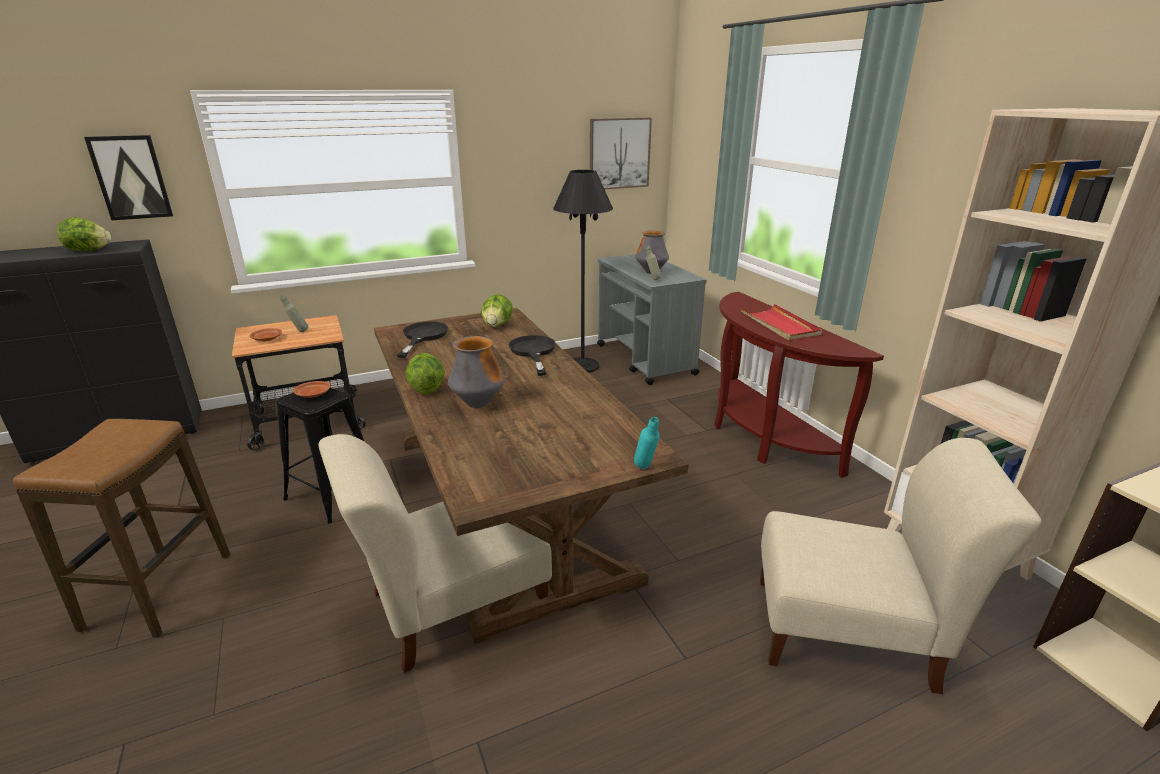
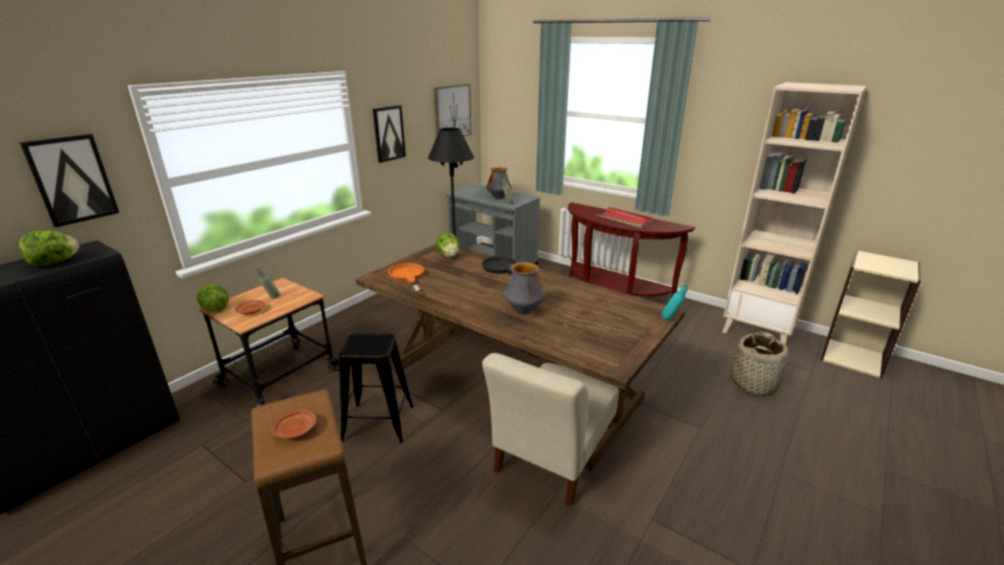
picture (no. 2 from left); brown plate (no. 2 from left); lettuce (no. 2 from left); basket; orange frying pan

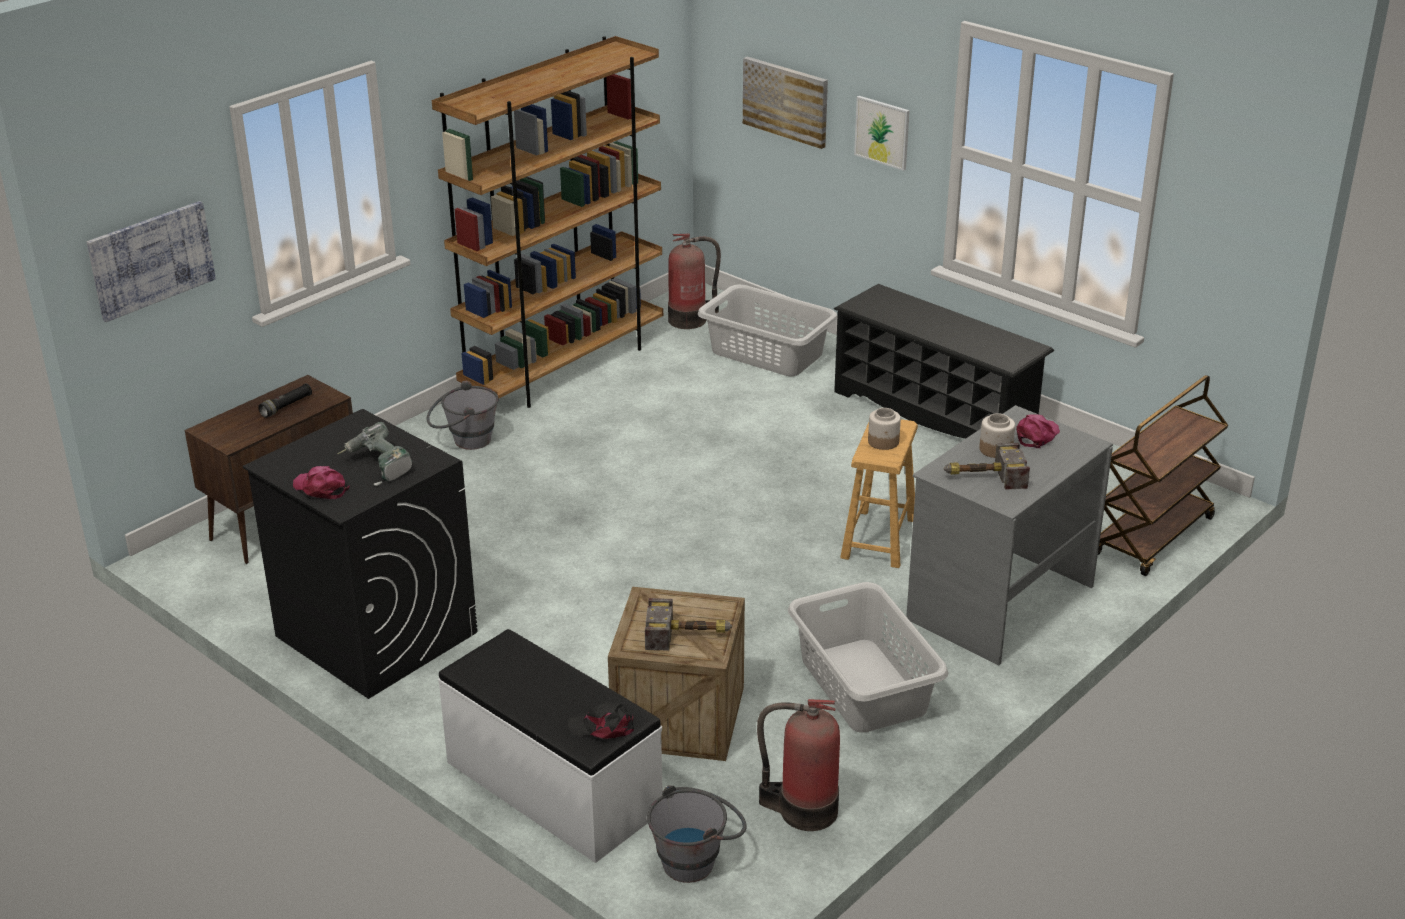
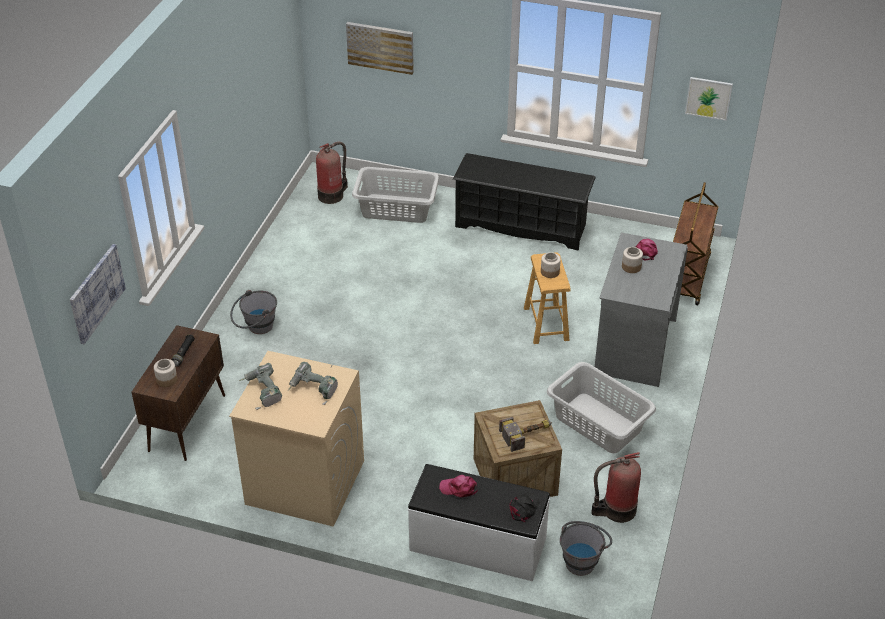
brown bookcase; hammer (no. 2 from left in the first image); jar (no. 1 from left); power drill (no. 1 from left); pink cap (no. 1 from left); picture (no. 3 from left); beige washing machine; black cap

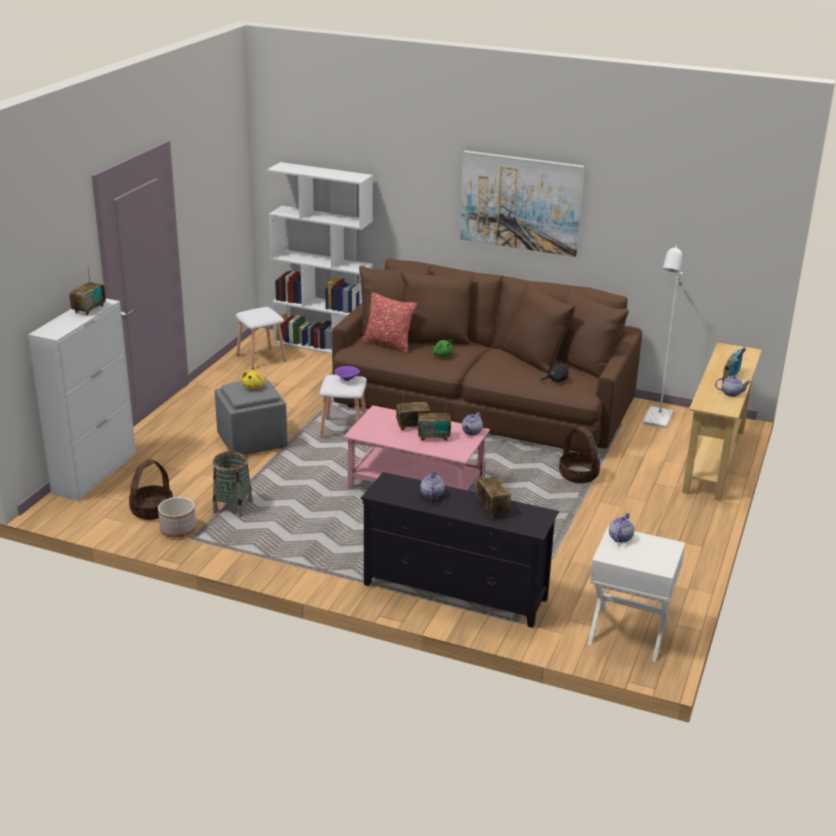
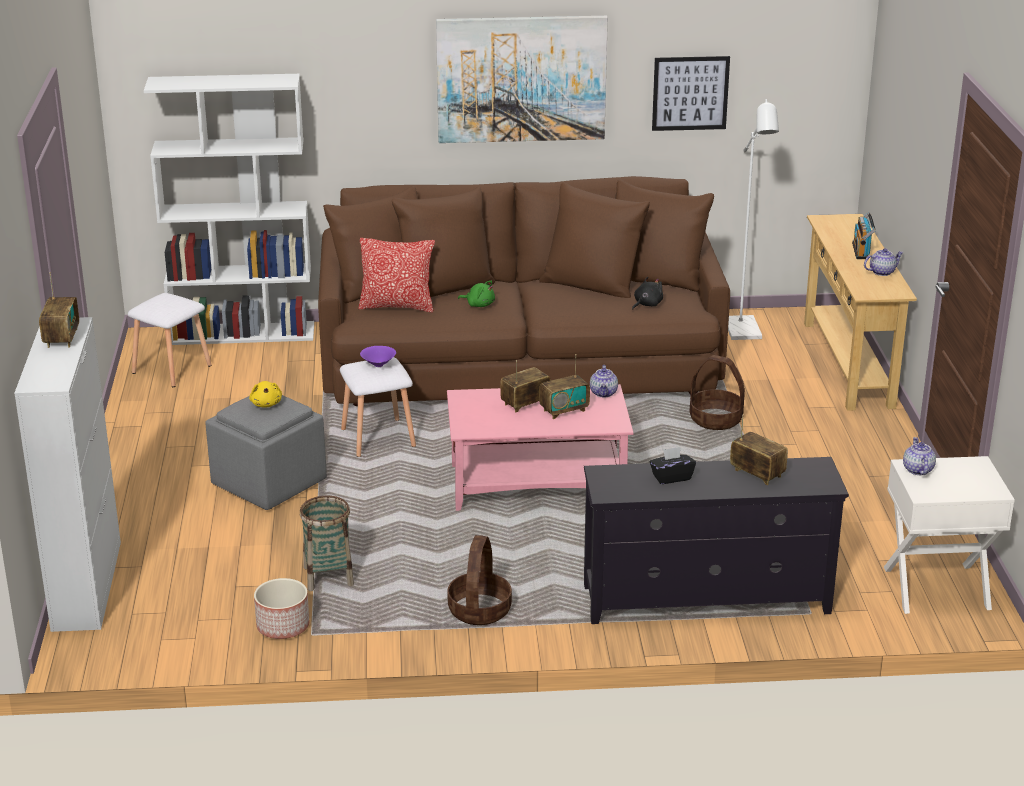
picture (no. 2 from left); basket (no. 2 from left); black tissue box

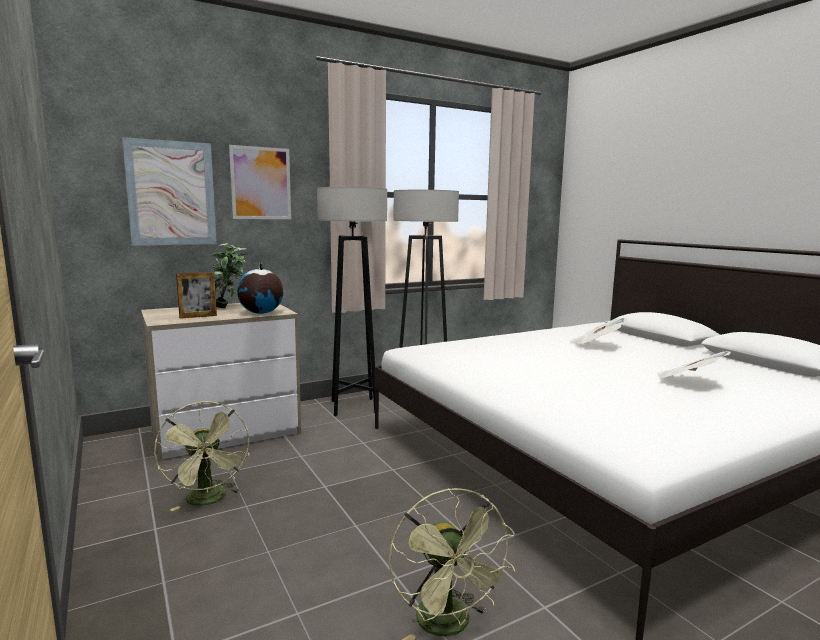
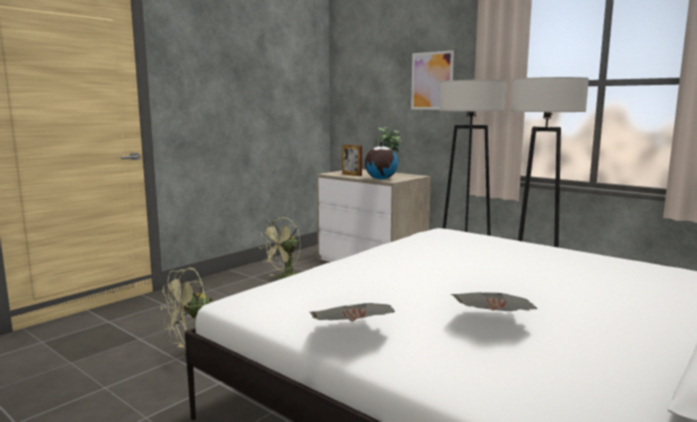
picture (no. 1 from left in the first image); newspaper (no. 1 from left)

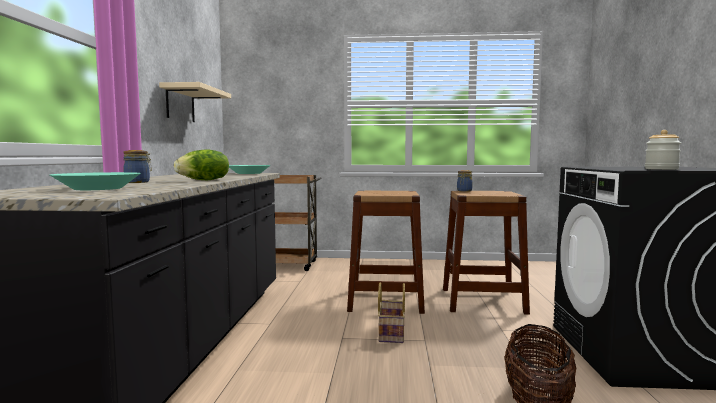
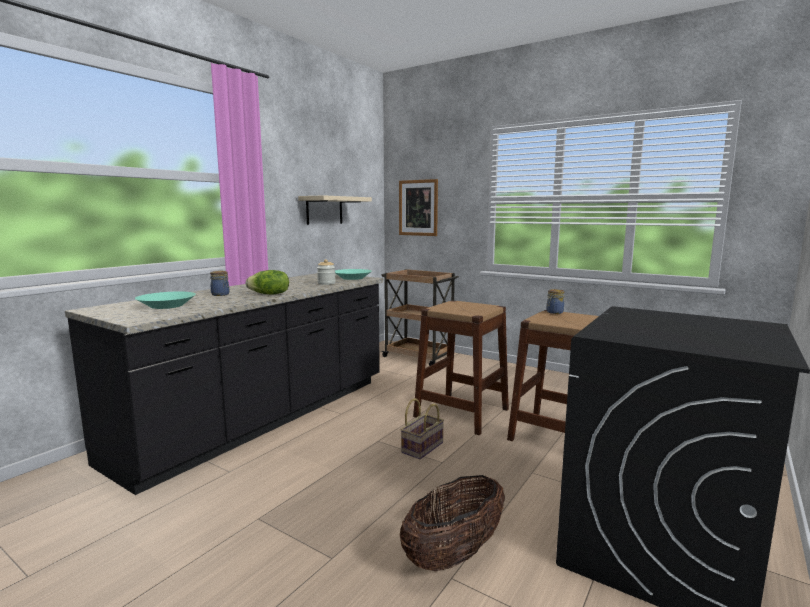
picture; jar (no. 2 from left)

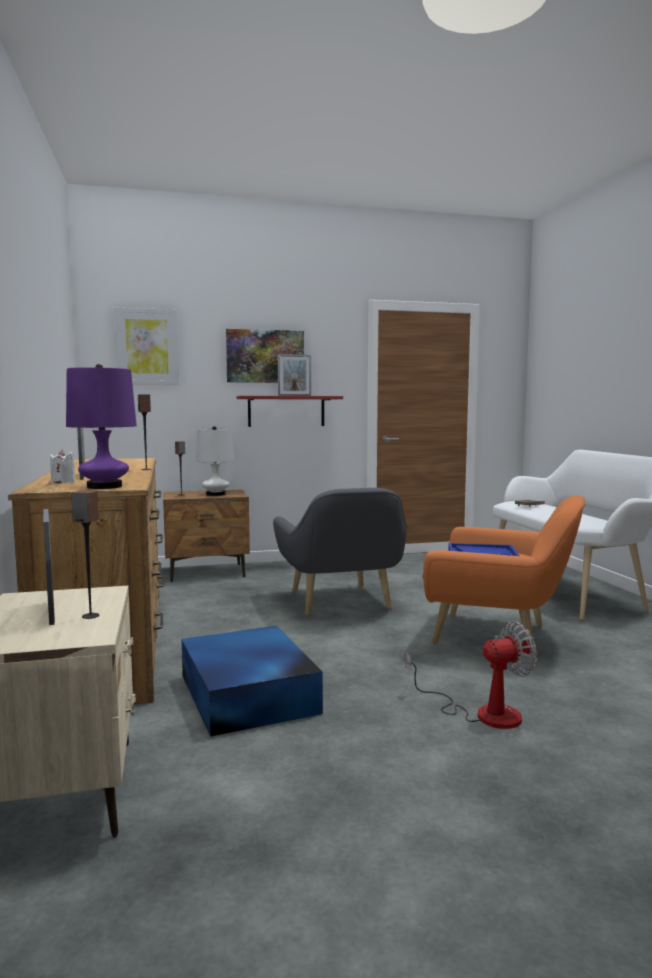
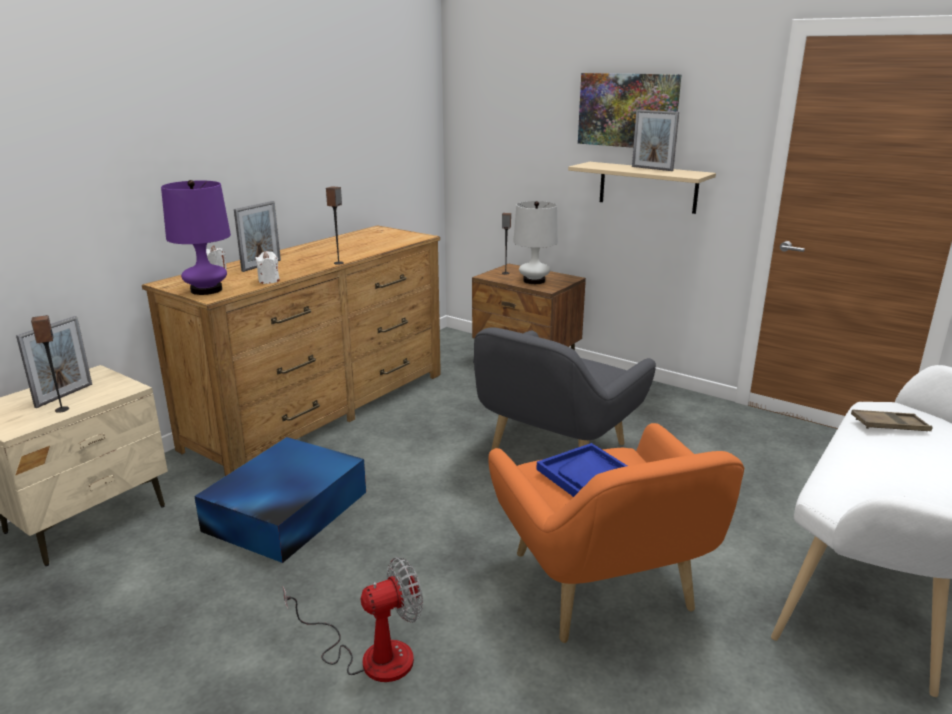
picture (no. 1 from left in the first image); white candle (no. 2 from left); beige shelf; fan

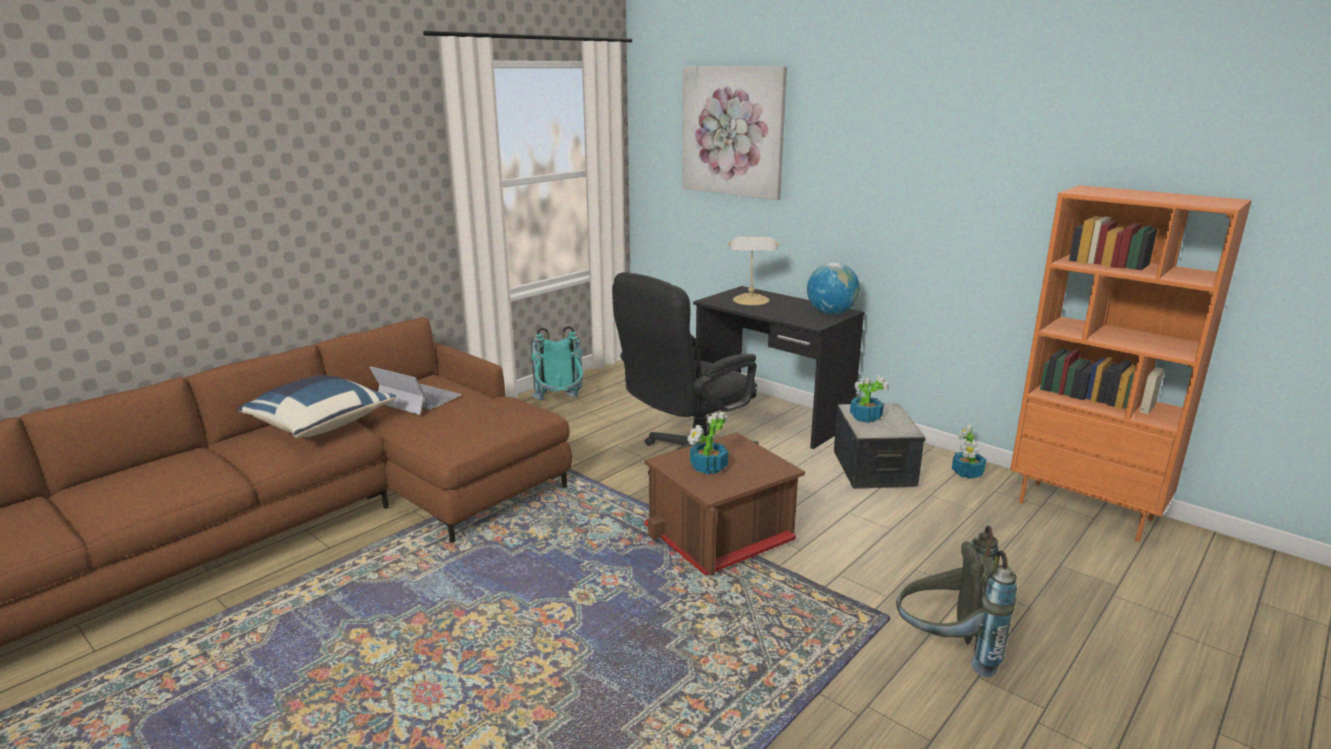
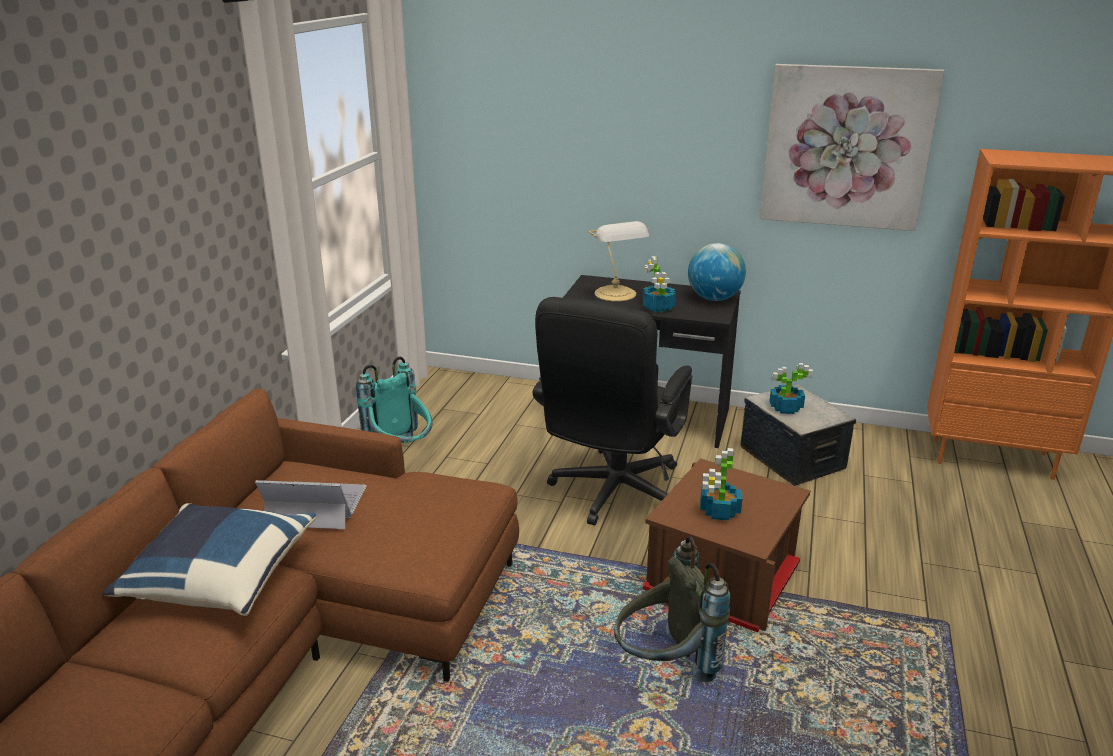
picture; grey backpack; potted plant (no. 1 from left)

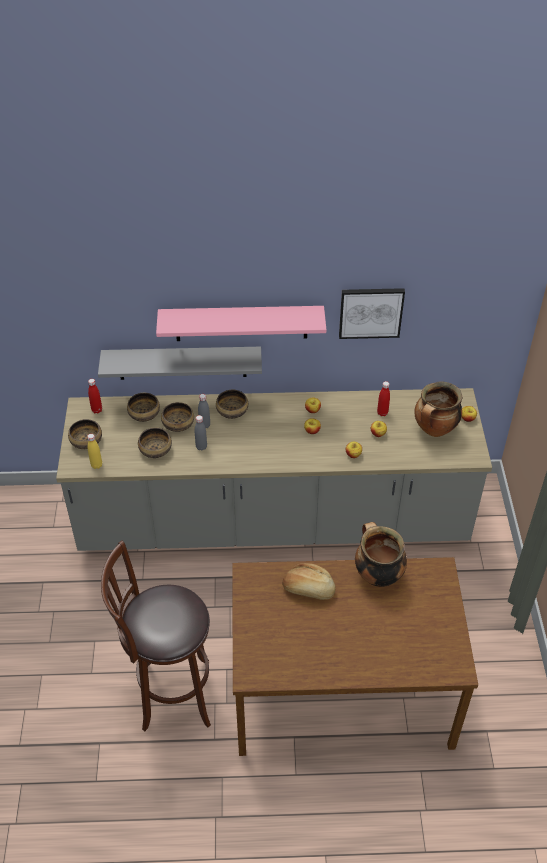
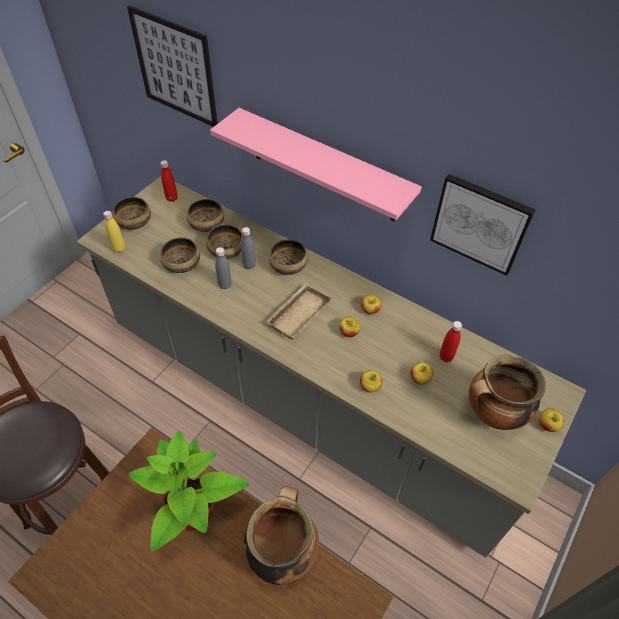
grey shelf; picture (no. 1 from left); beige tray; potted plant

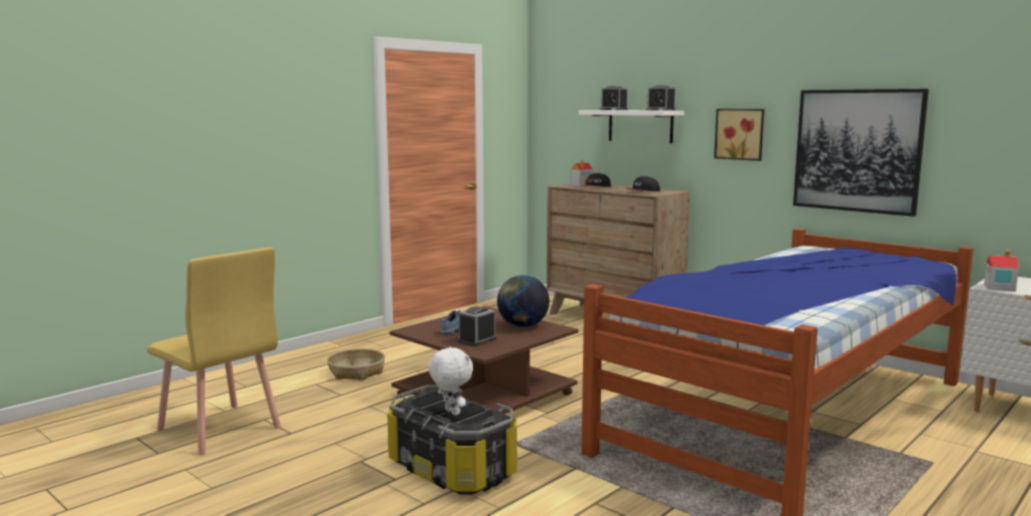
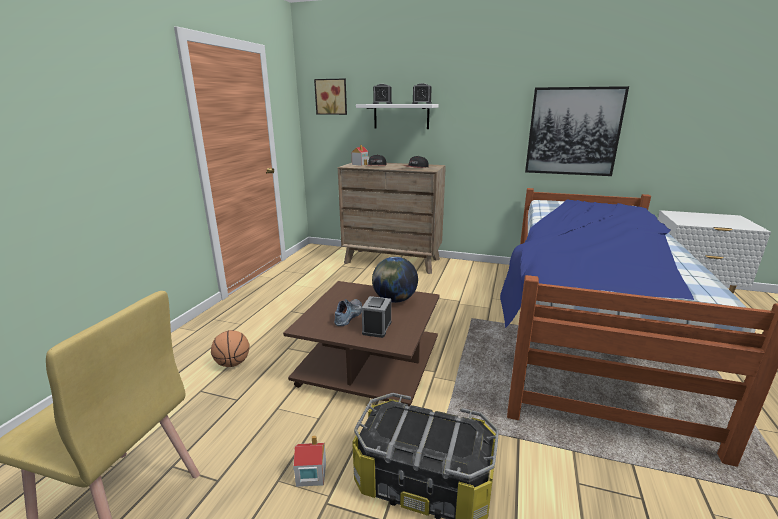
white plush toy; picture (no. 1 from left); toy house (no. 1 from left); basketball

